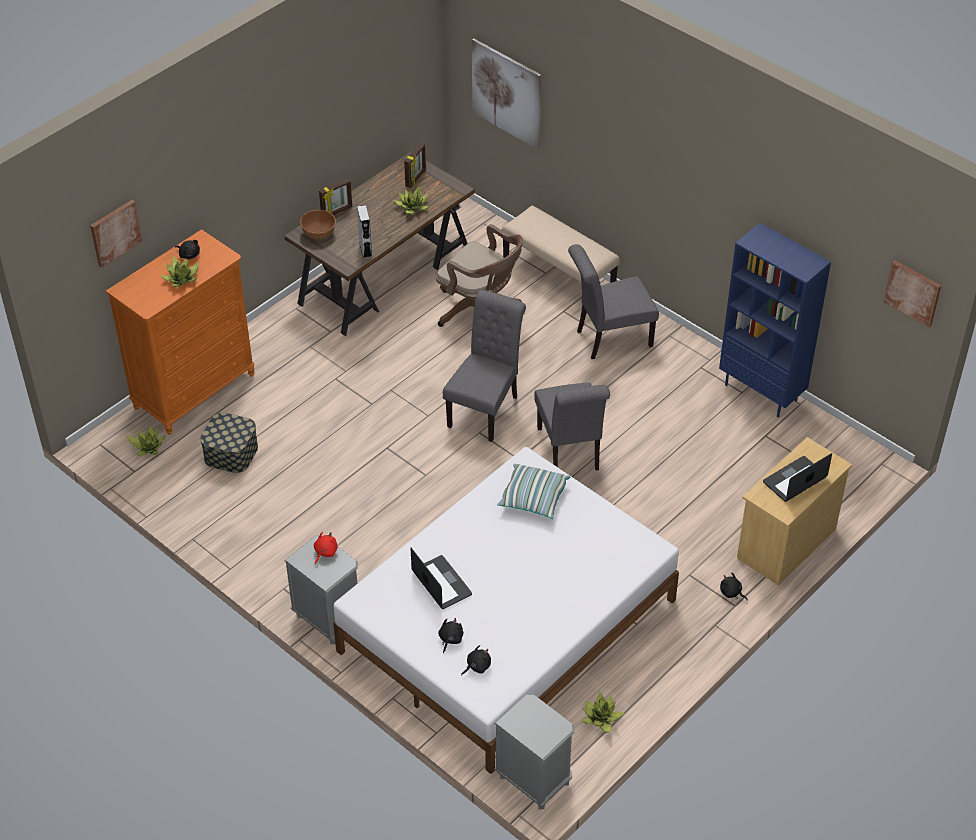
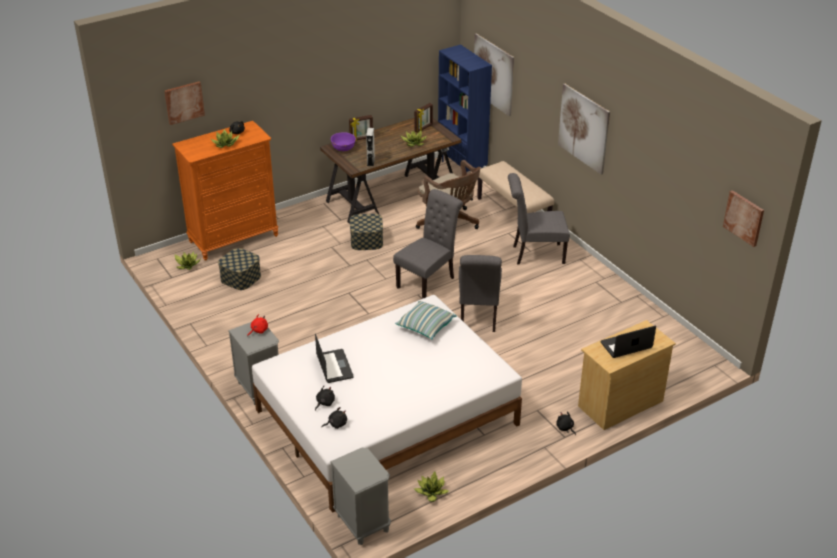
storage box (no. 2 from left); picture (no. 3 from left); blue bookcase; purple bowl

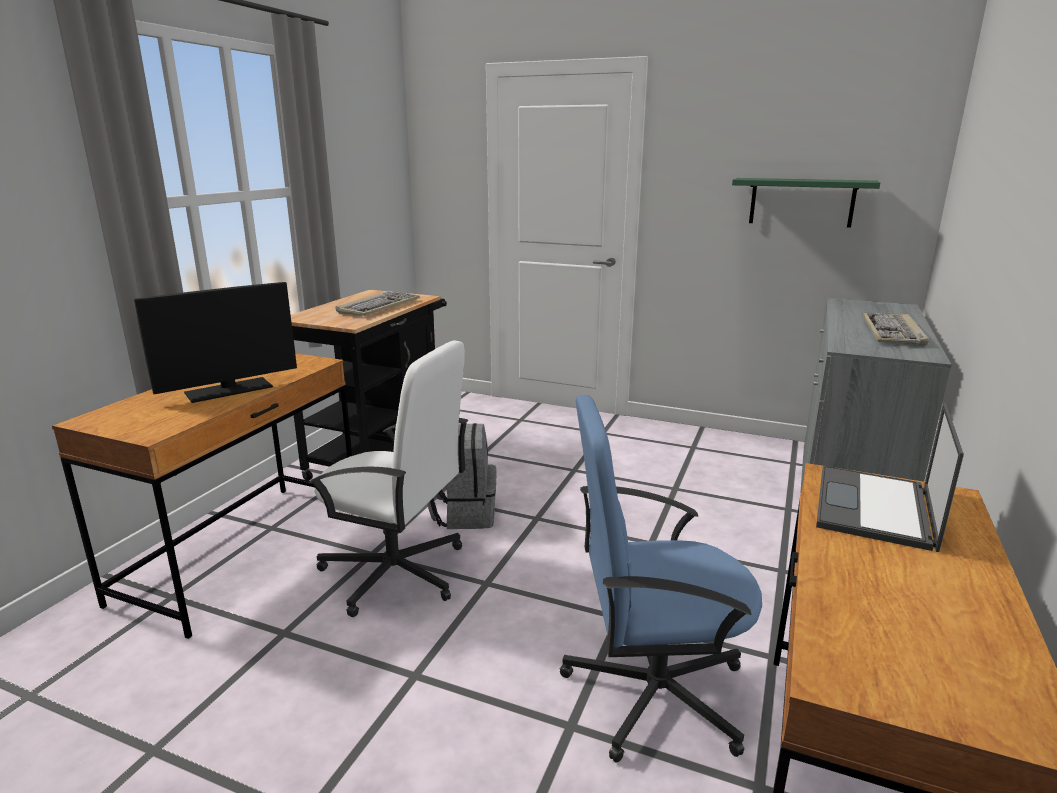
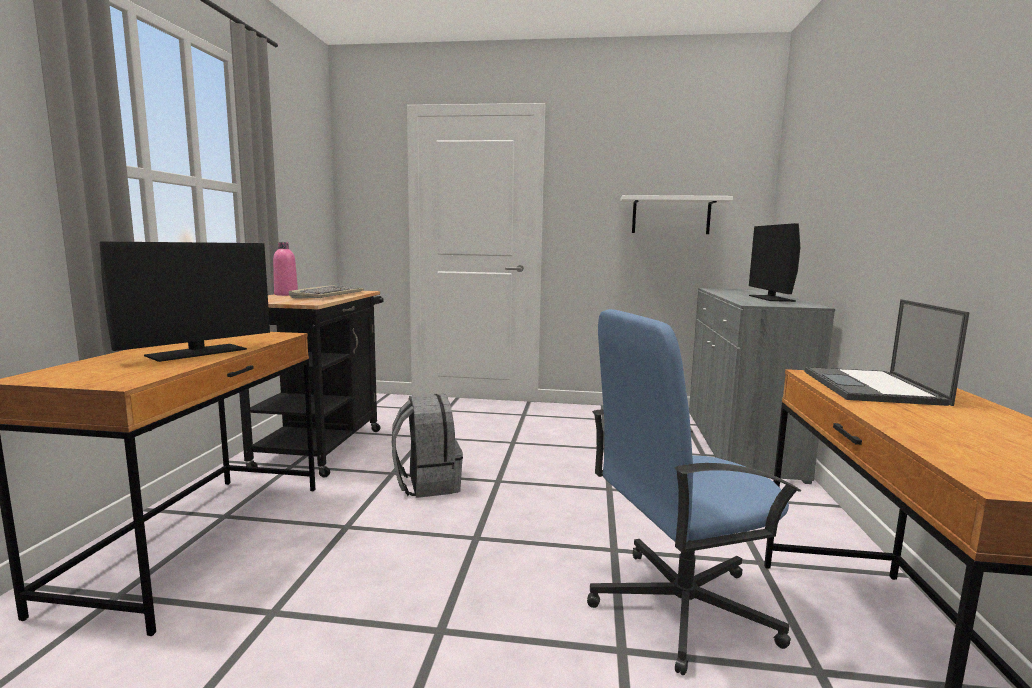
white office chair; pink bottle; monitor (no. 2 from left); white shelf

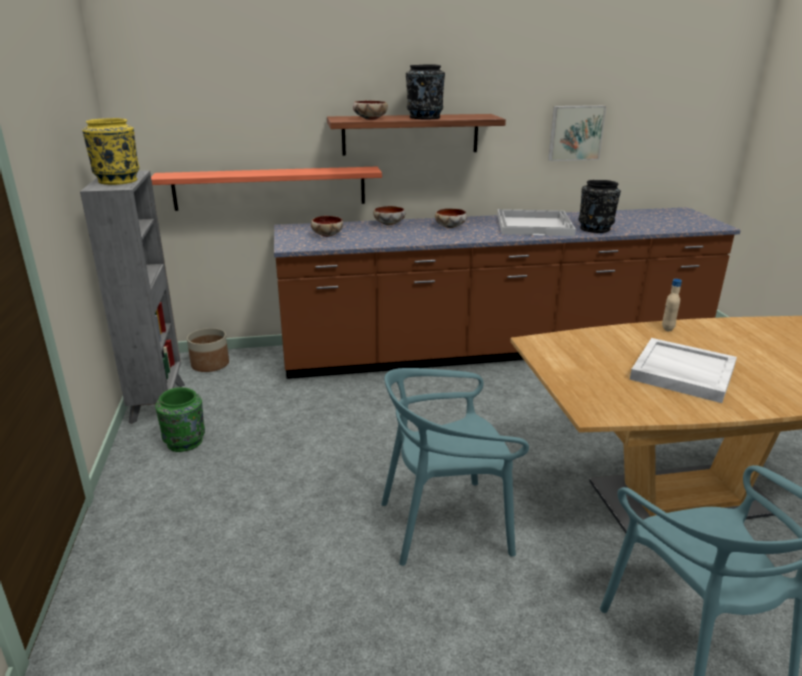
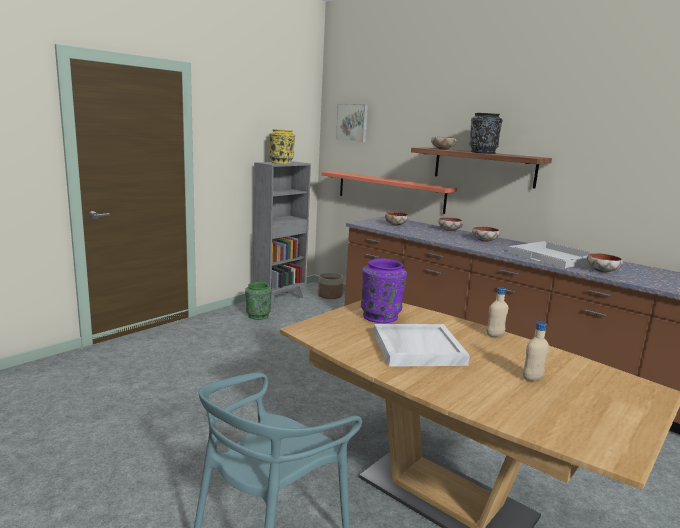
turquoise chair (no. 1 from left in the first image); purple vase; beige bottle (no. 2 from left); picture; bowl (no. 5 from left)

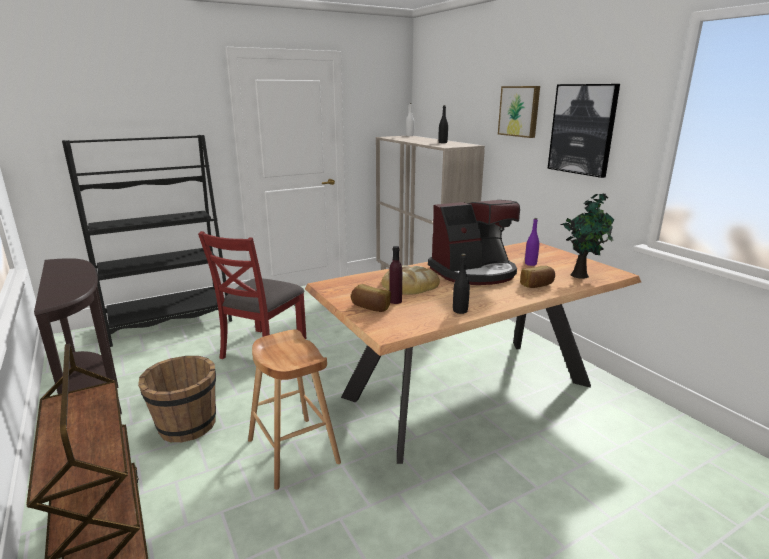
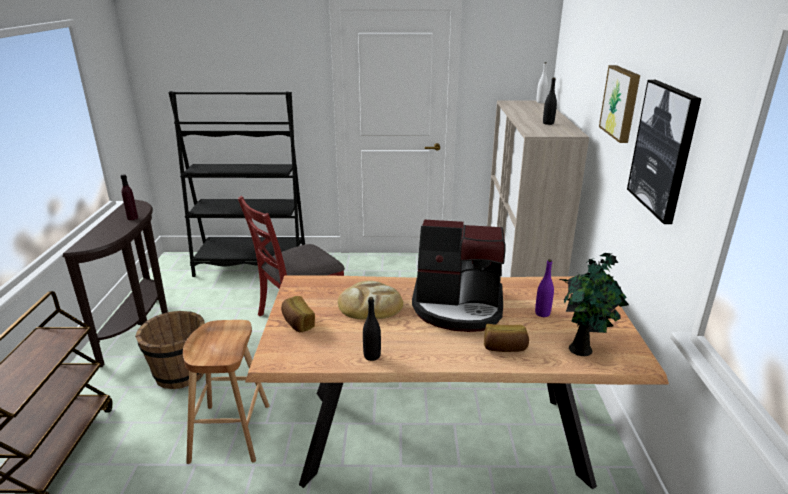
purple bottle (no. 1 from left)

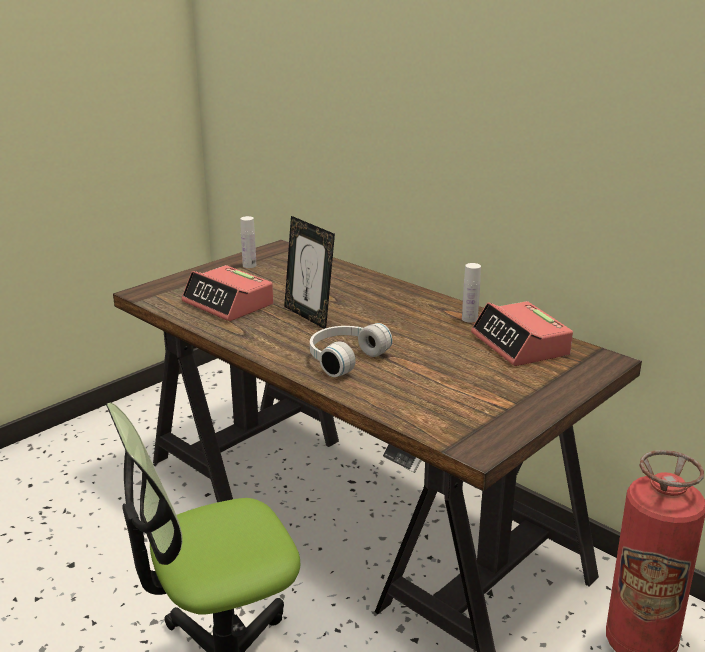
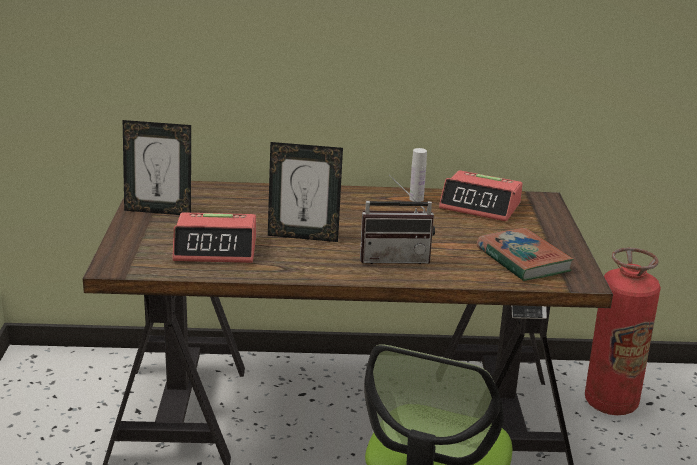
book; picture frame (no. 1 from left); radio

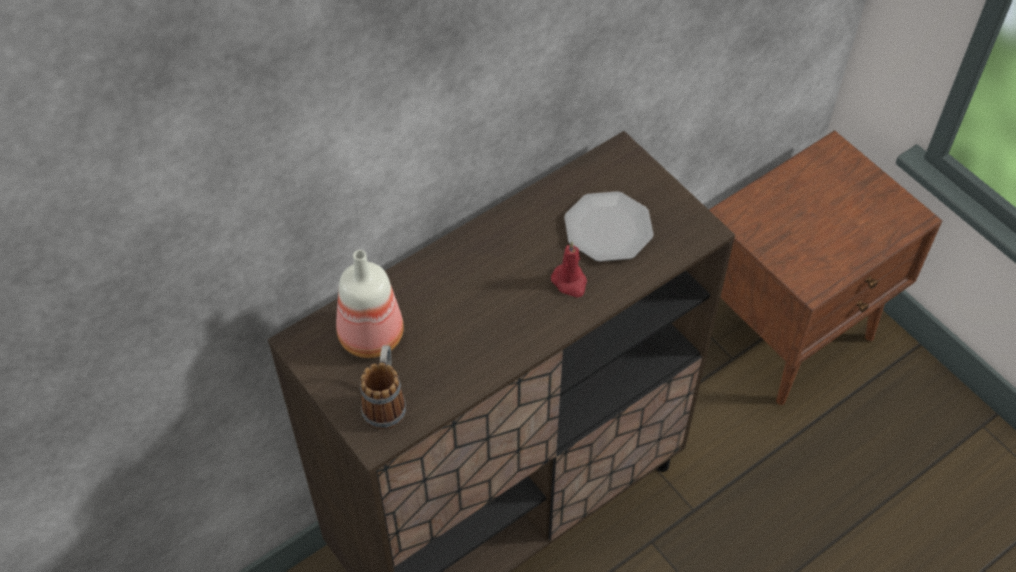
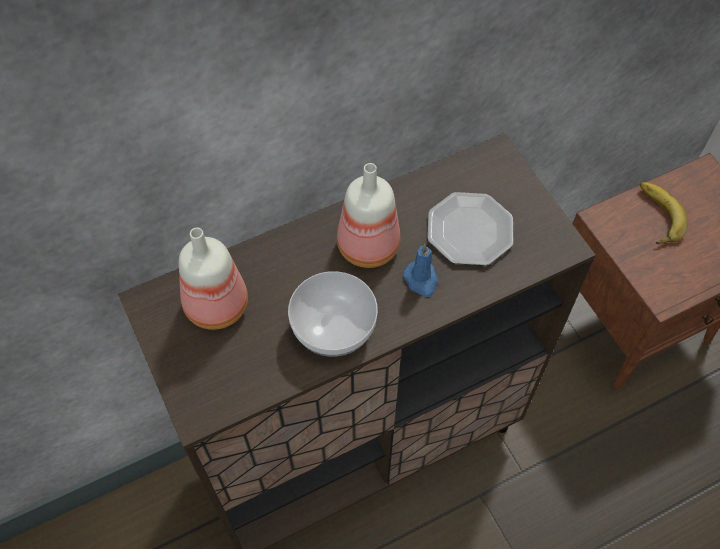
mug; bowl; bottle (no. 2 from left); banana; blue candle

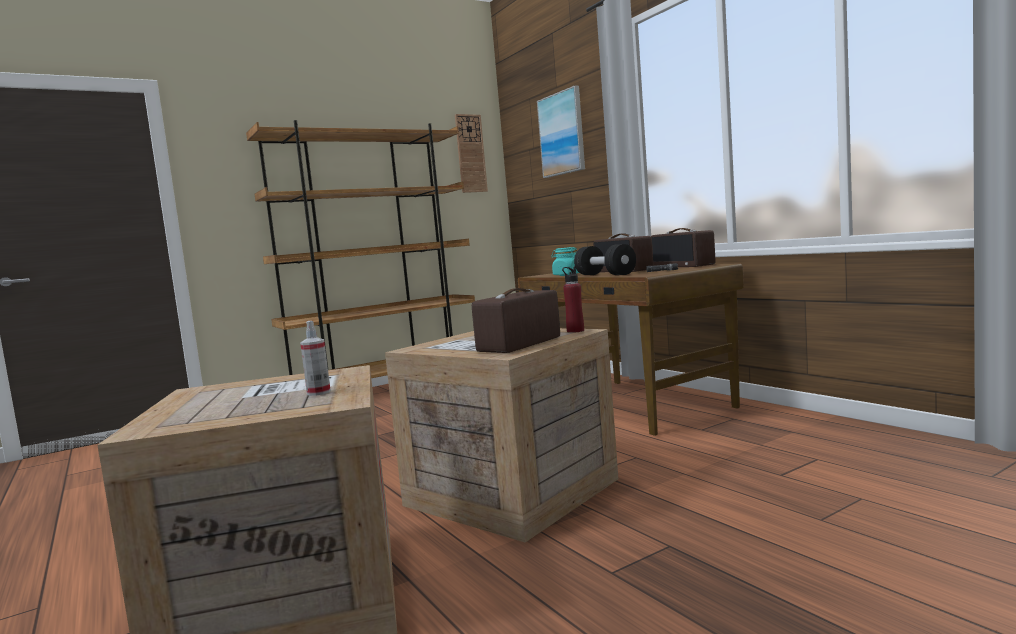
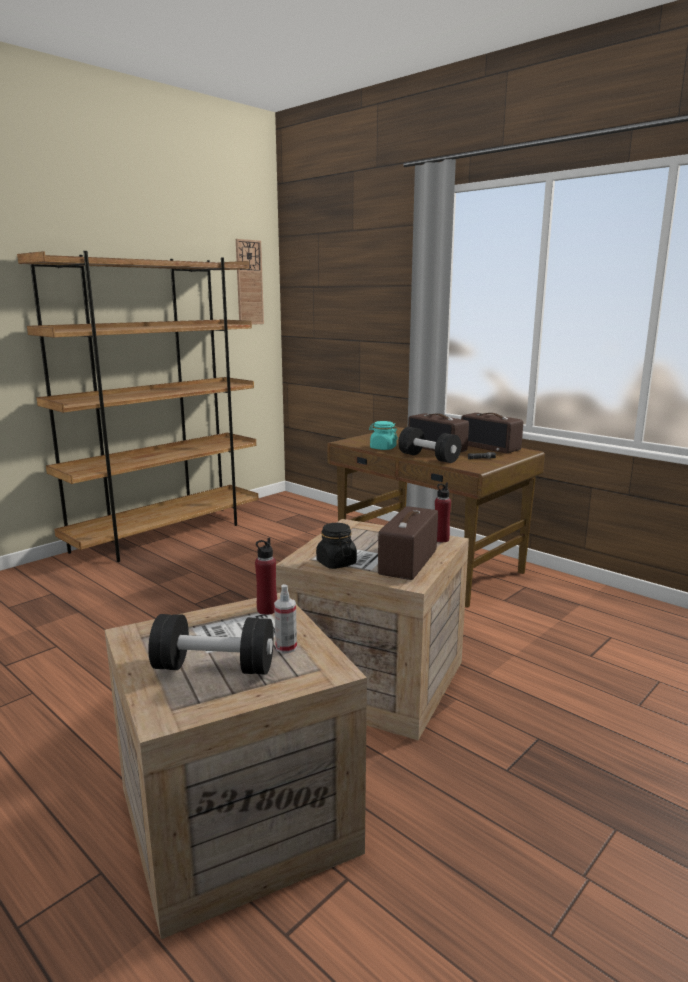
picture; black dumbbell (no. 1 from left); red bottle (no. 1 from left); black jar

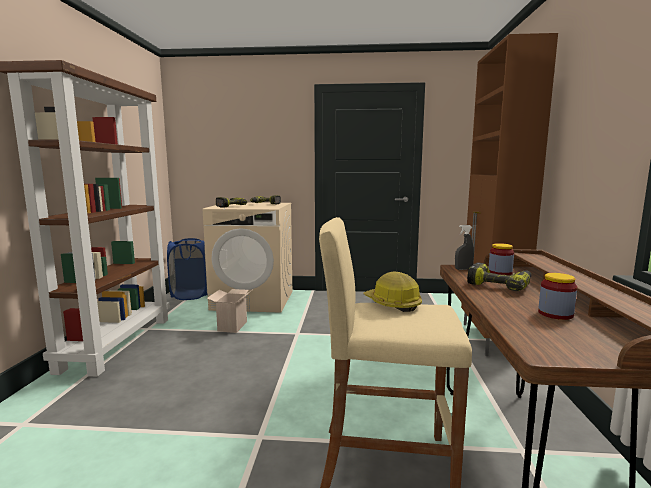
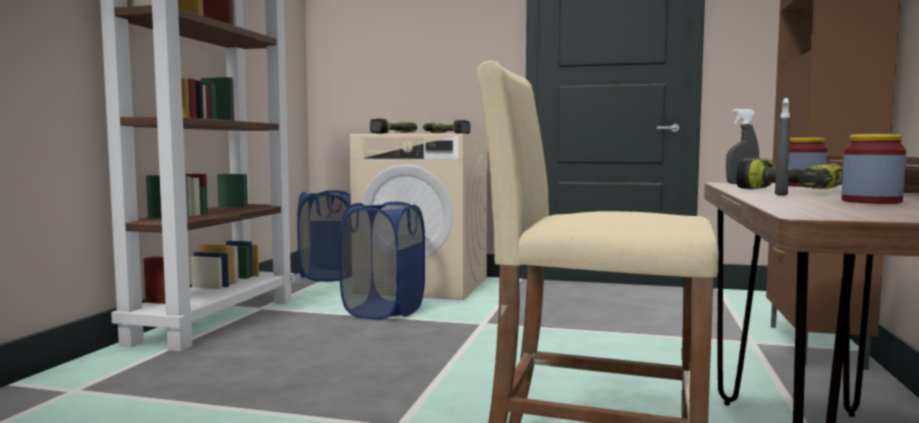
hard hat; grey spray bottle (no. 2 from left); blue laundry basket (no. 2 from left)

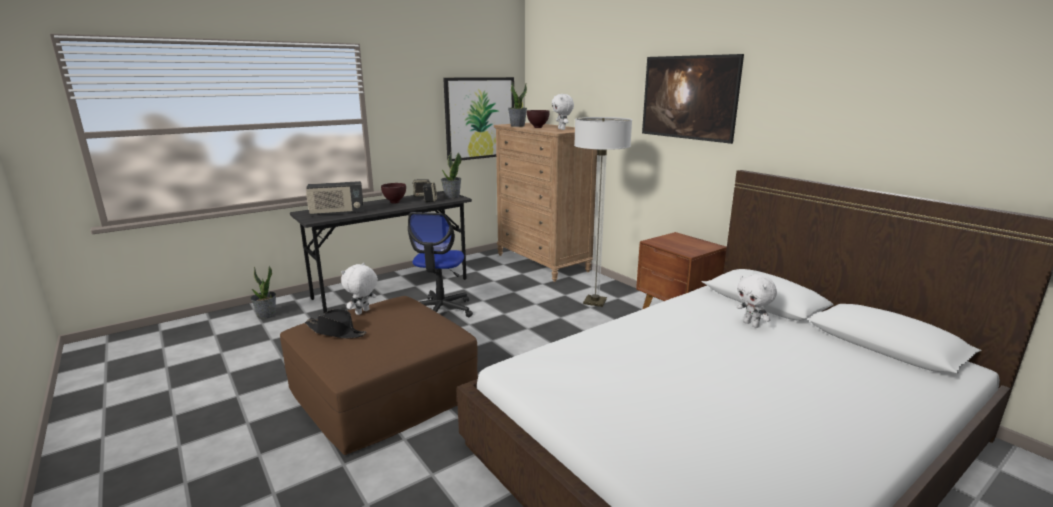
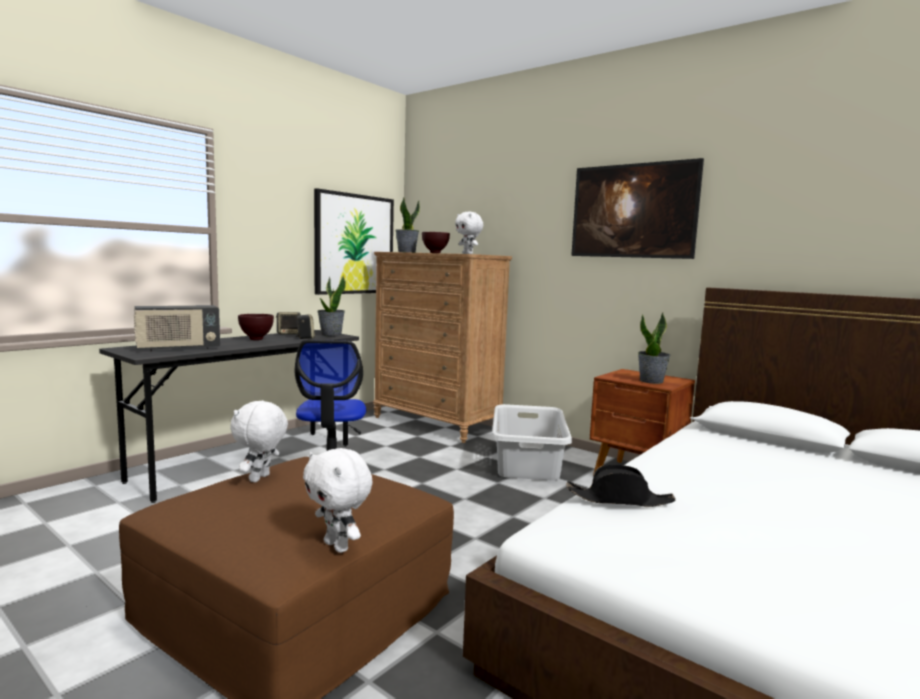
potted plant (no. 3 from left); black hat; white plush toy (no. 2 from left); grey laundry basket

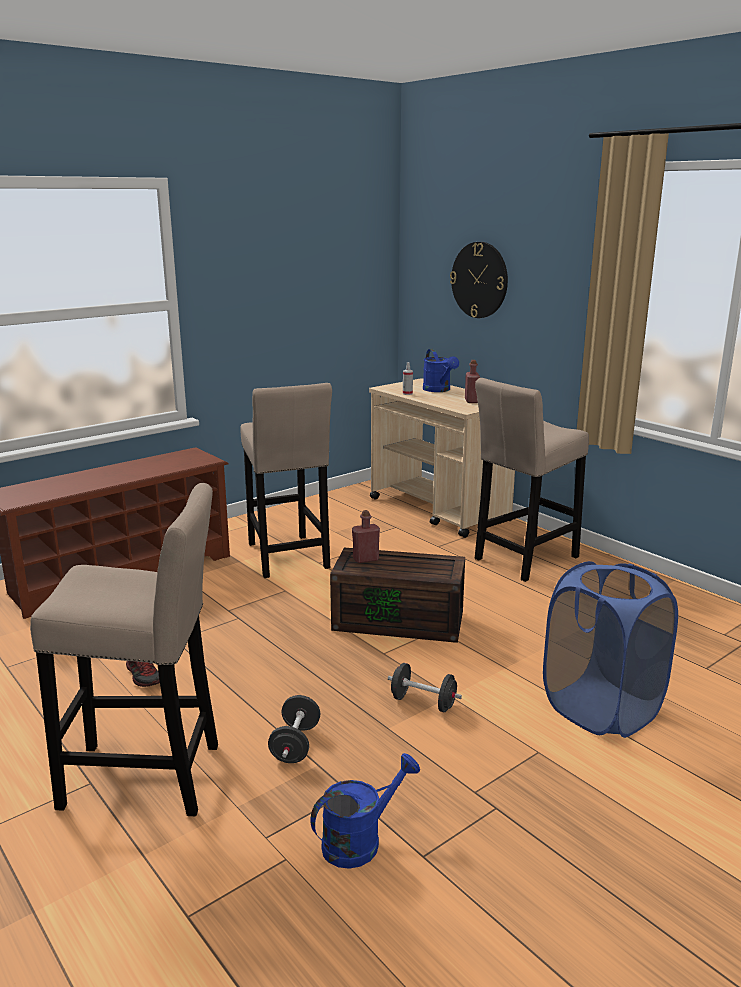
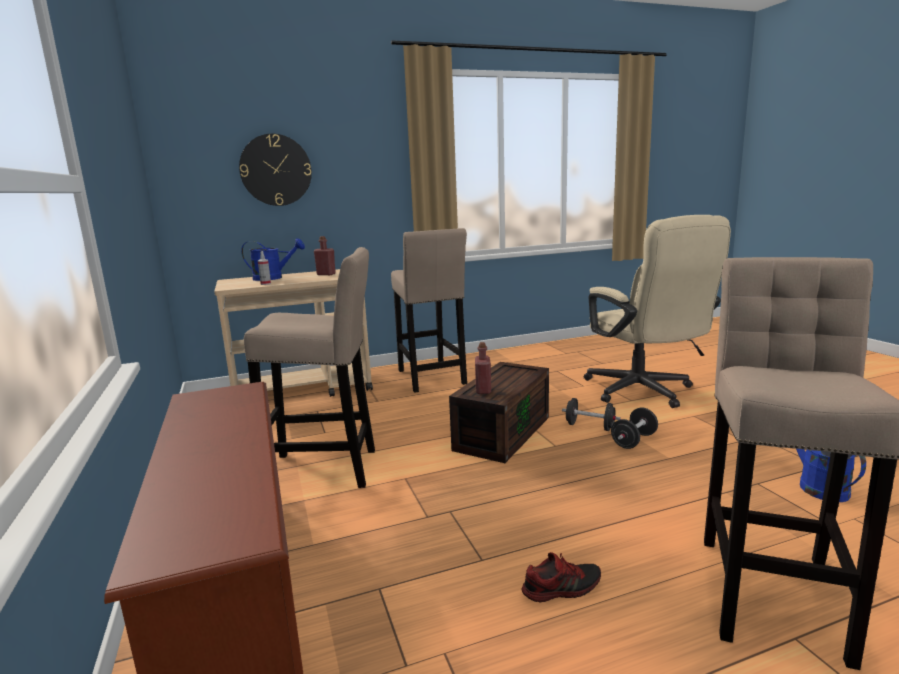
black dumbbell (no. 1 from left); beige office chair

